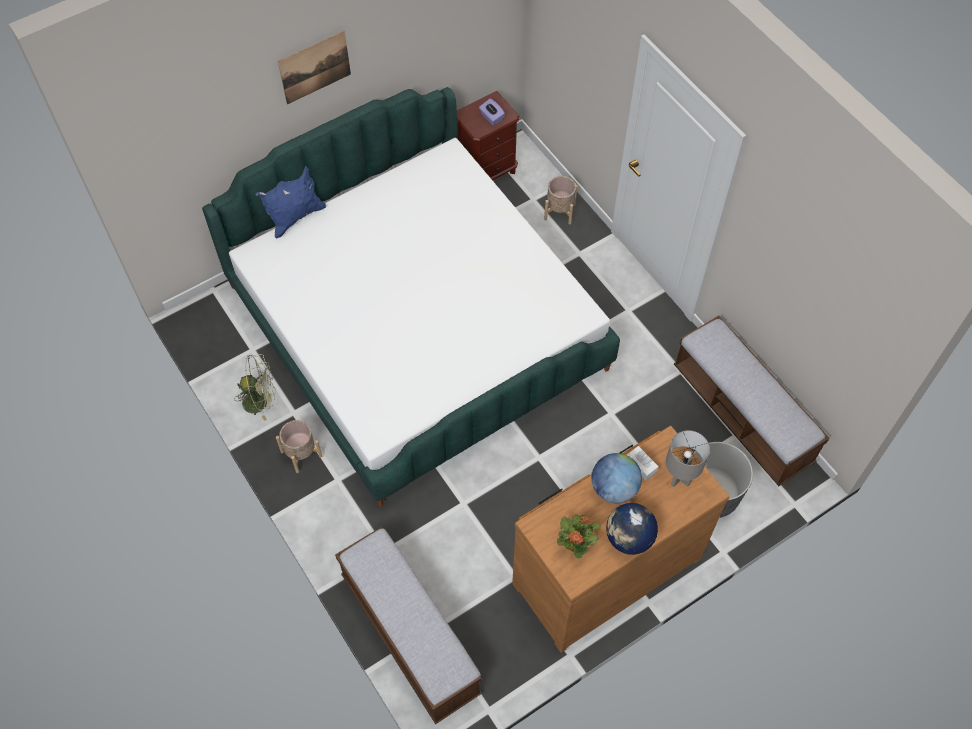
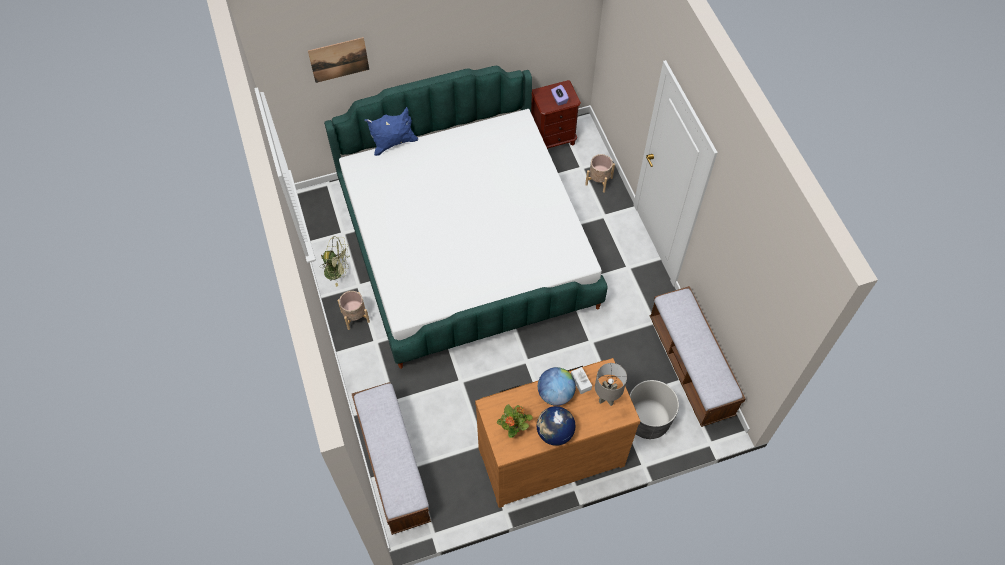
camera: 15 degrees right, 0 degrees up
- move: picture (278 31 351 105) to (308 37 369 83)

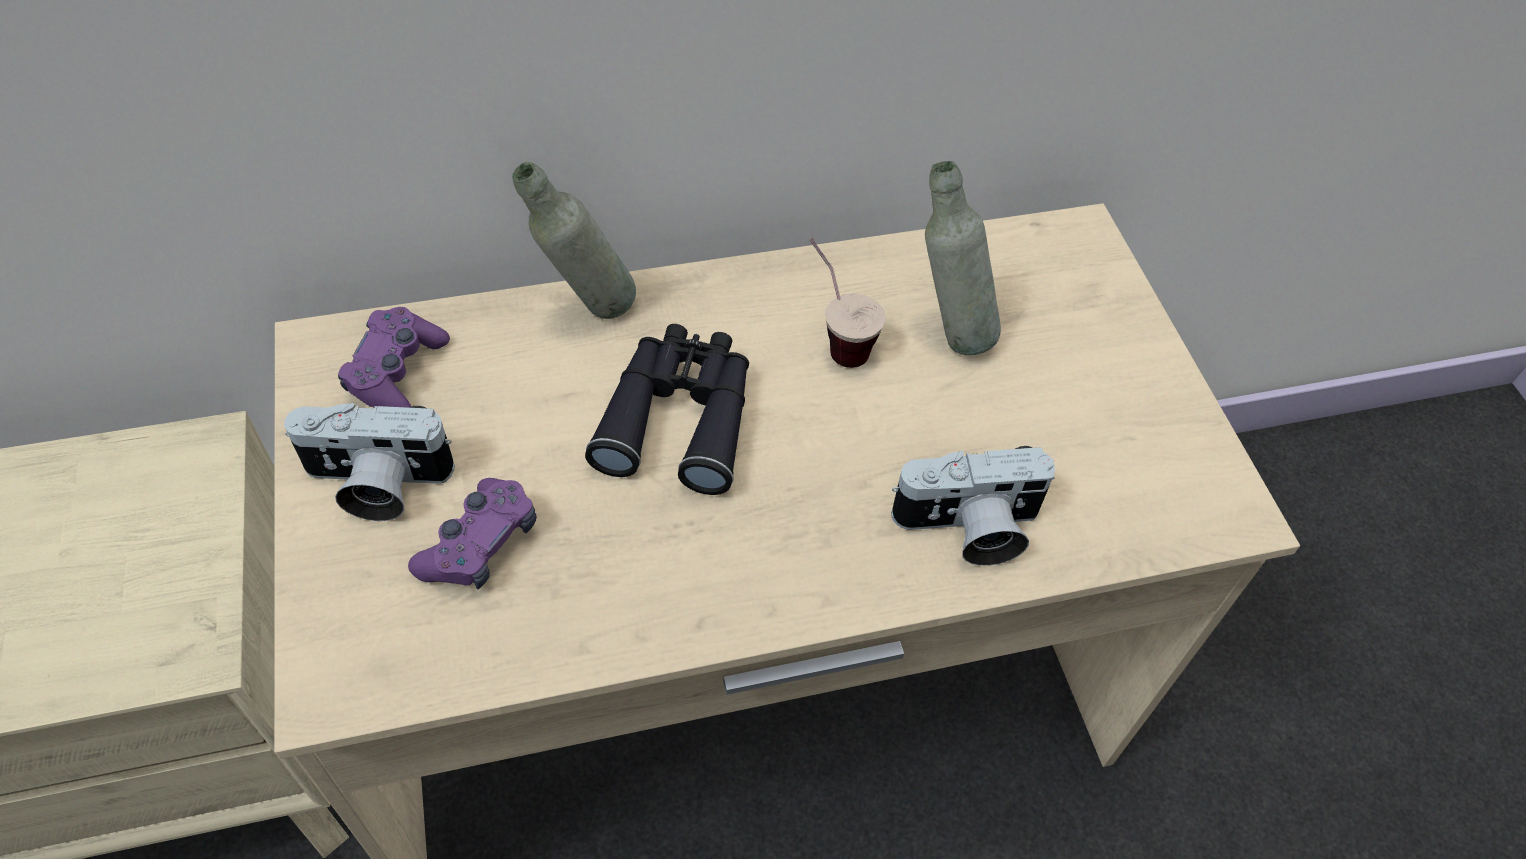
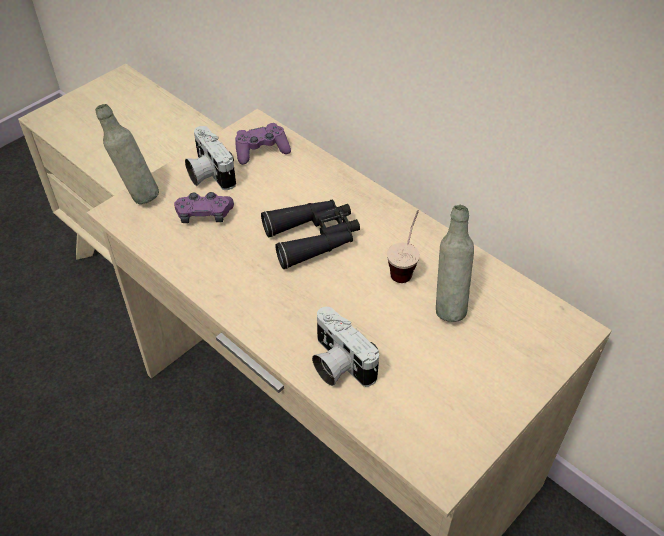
camera: 60 degrees right, 5 degrees down
- move: drink bottle/gray (512 162 636 319) to (95 104 159 204)

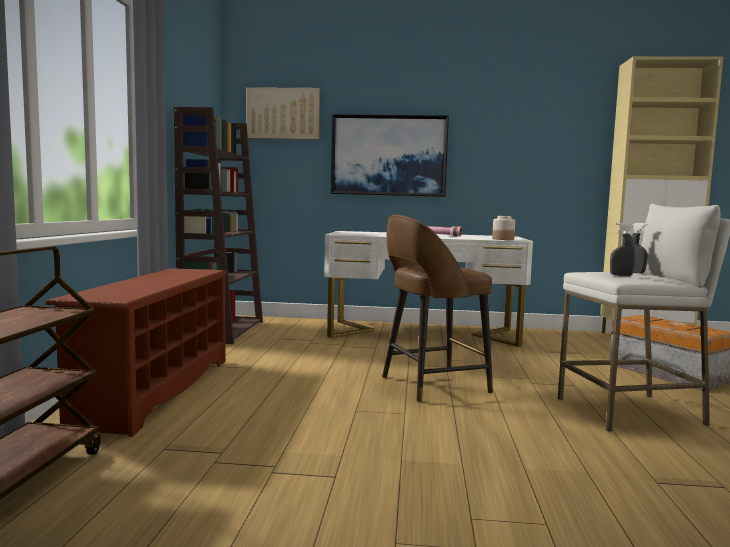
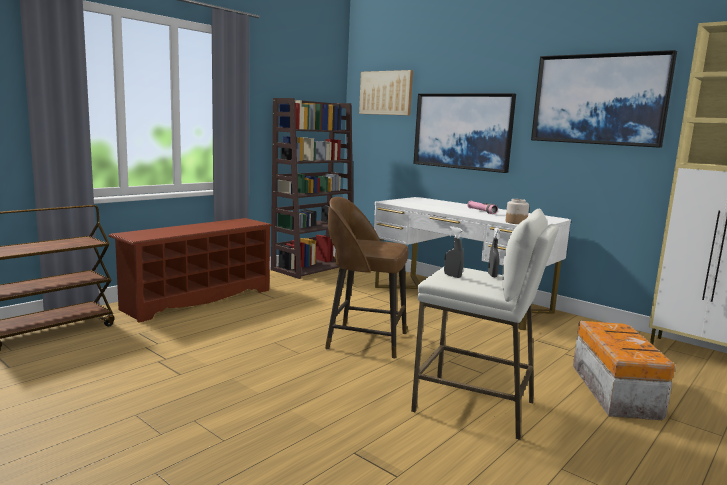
camera: 35 degrees right, 5 degrees up
- insert: picture (531 50 677 148)

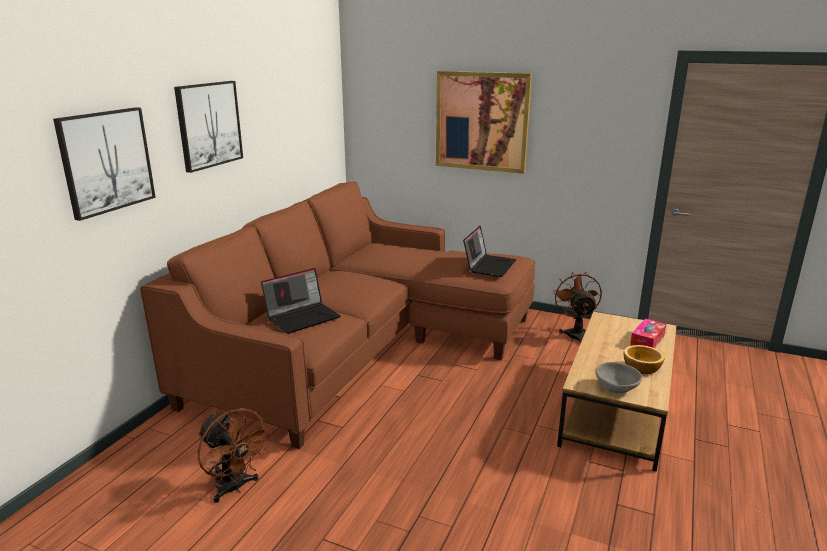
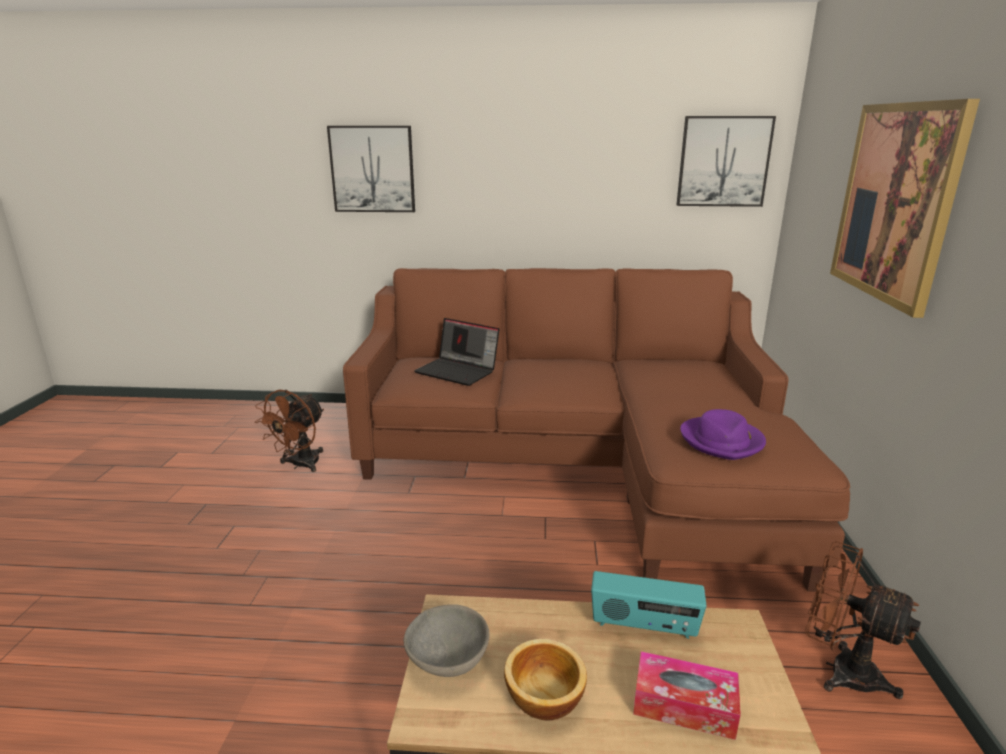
camera: 70 degrees right, 0 degrees up
- insert: radio set (591 571 706 639)
- move: picture (174 81 243 173) to (677 116 776 207)
- replace: laptop (463 226 516 277) to wearable hat/purple (680 409 766 460)
- rotate: electric fan/brown-coloured (553 272 602 342) = (805 541 921 699) 120 degrees counterclockwise

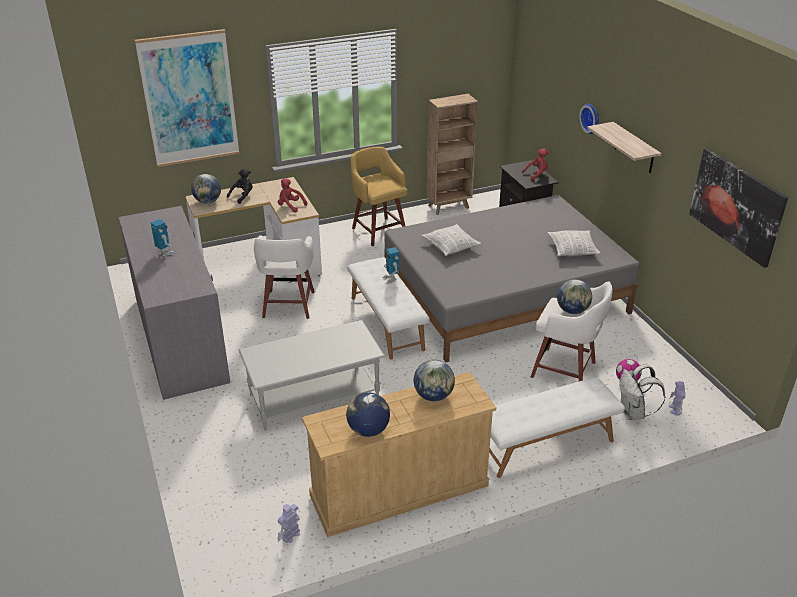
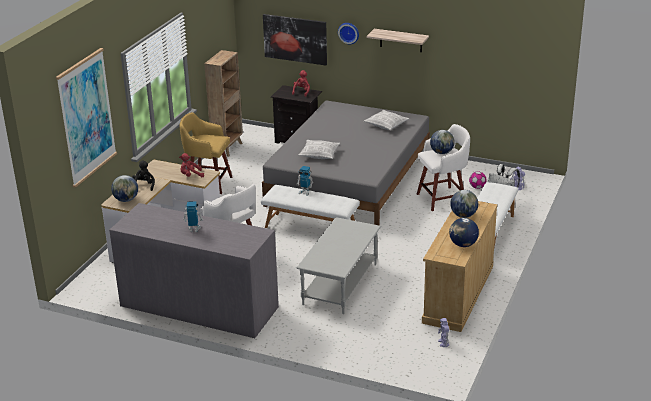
camera: 45 degrees left, 5 degrees down
- move: picture (689 149 788 268) to (263 14 327 65)

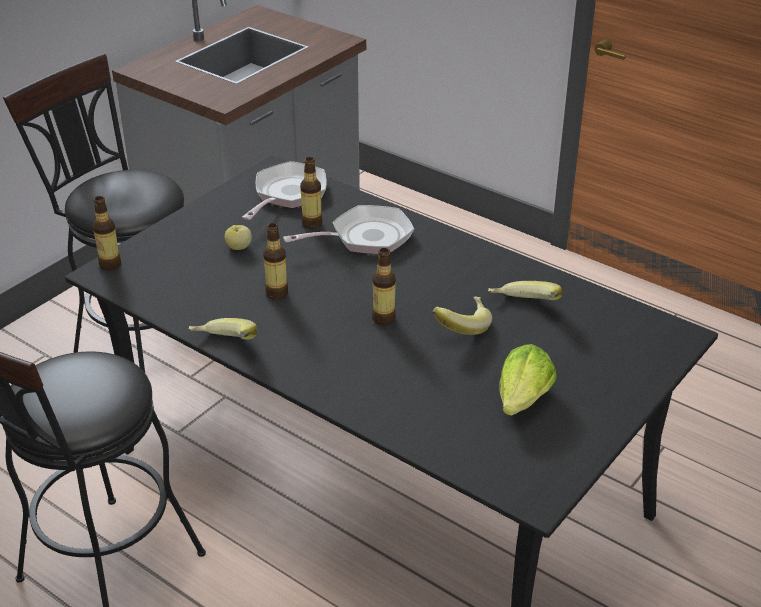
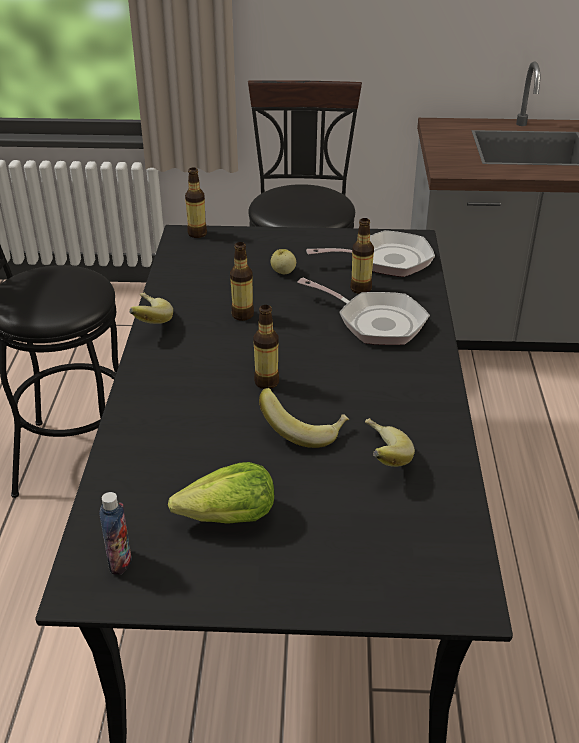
camera: 55 degrees right, 0 degrees up
- insert: drink bottle (99 492 131 575)

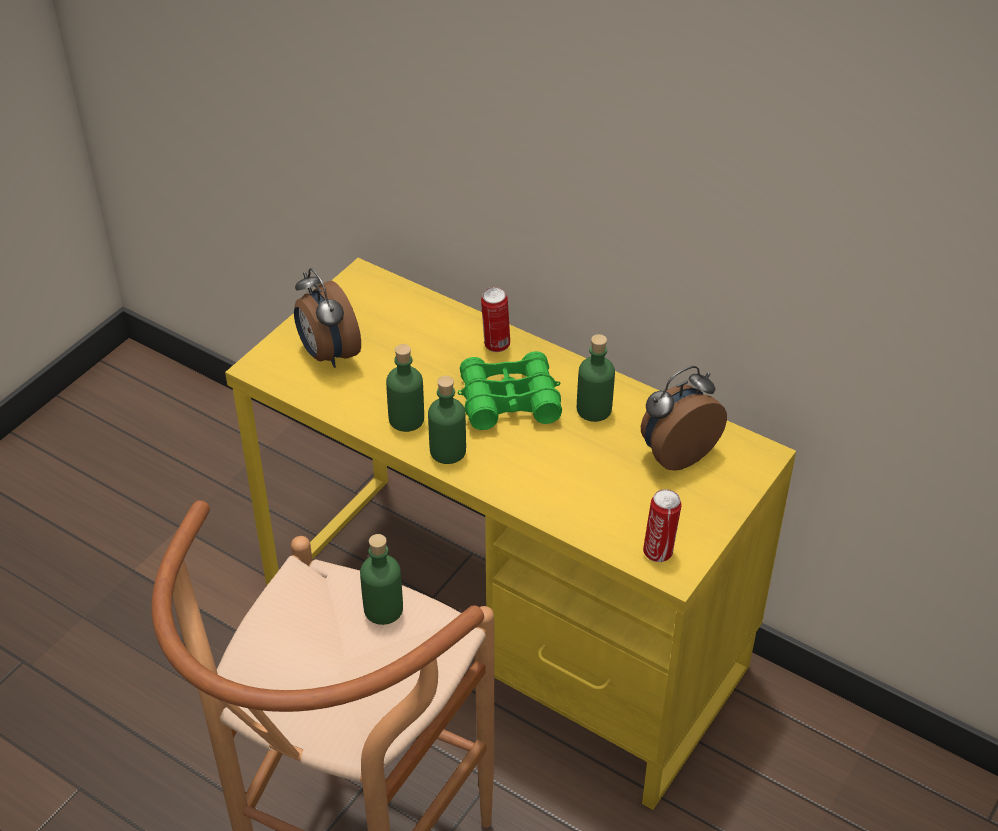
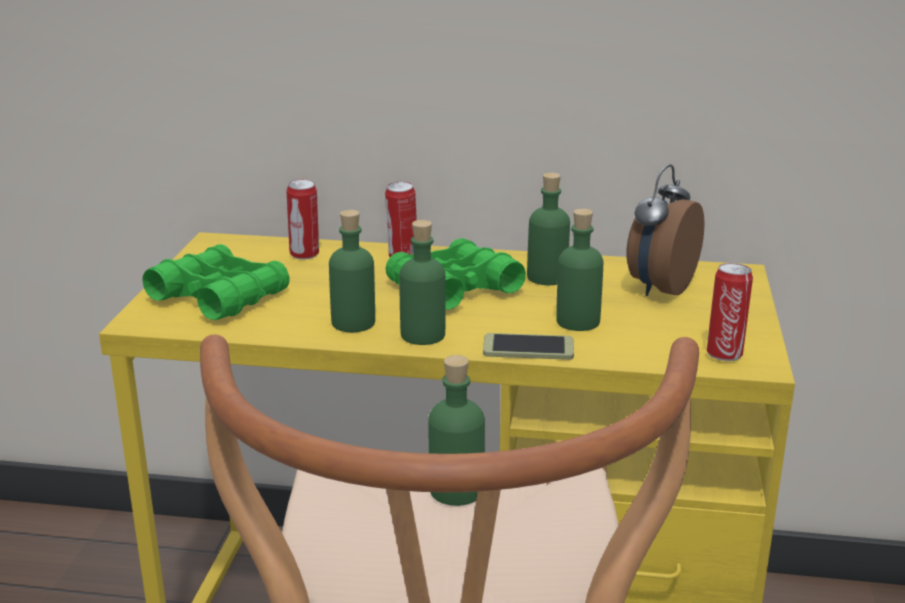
camera: 25 degrees left, 20 degrees down
- replace: bedside clock (294 268 361 368) to field glasses/greenish (142 244 290 320)
- insert: can (286 179 319 260)
- insert: telephone (483 333 574 360)
- insert: drink bottle/greenish (556 209 603 331)

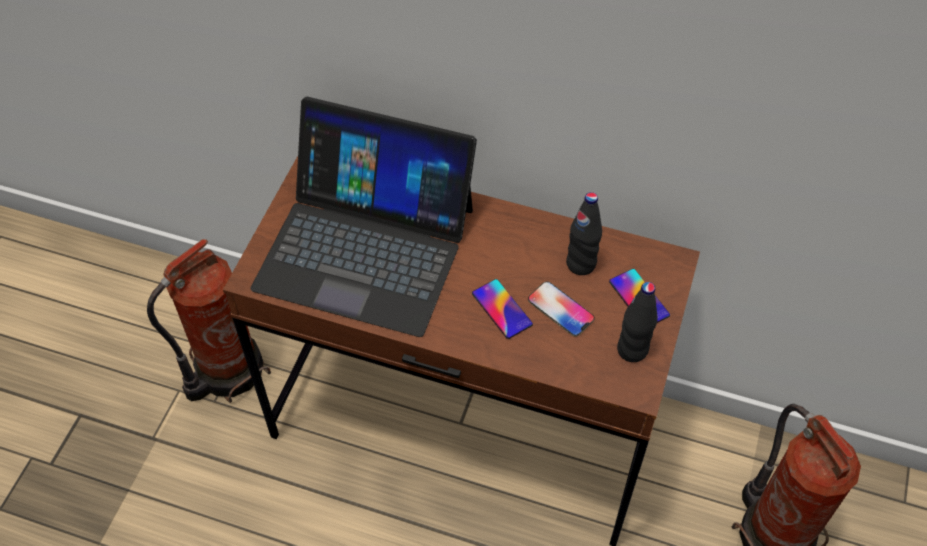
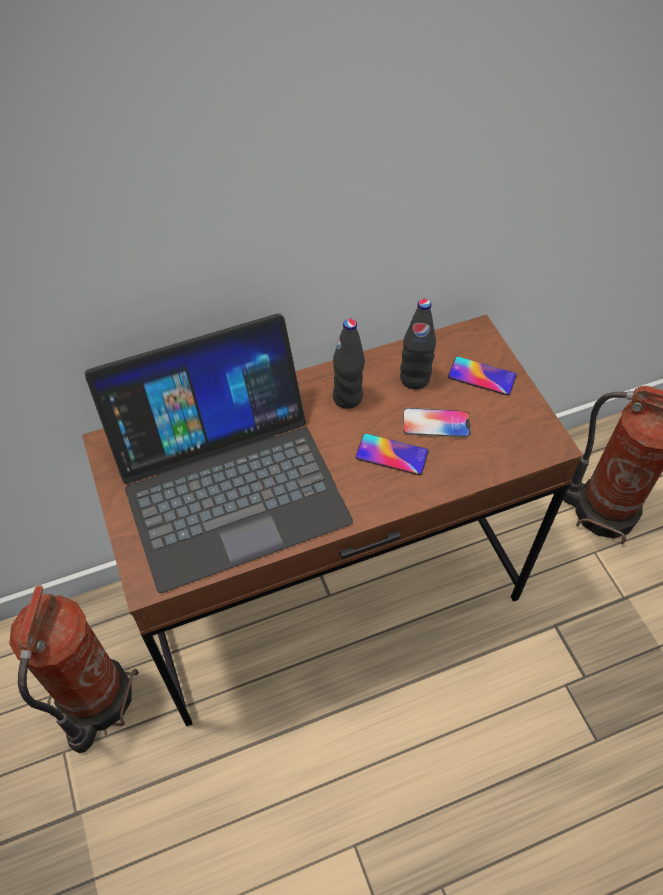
camera: 40 degrees left, 0 degrees up
- move: drink bottle/black (617 282 658 362) to (333 319 365 409)

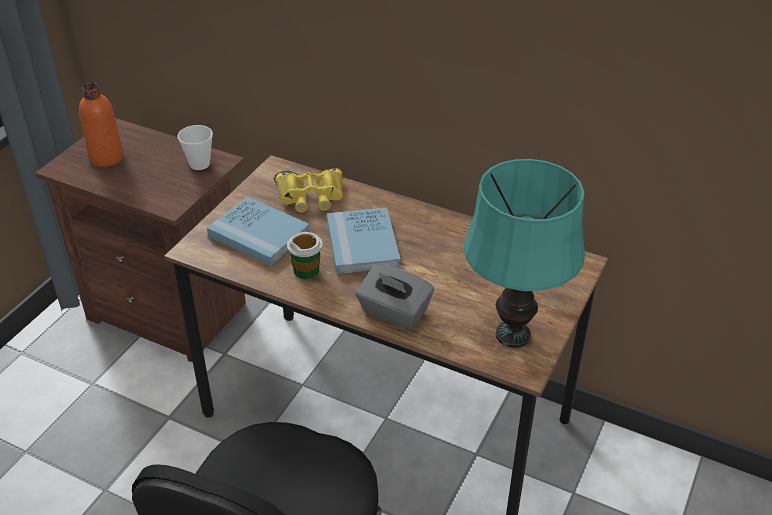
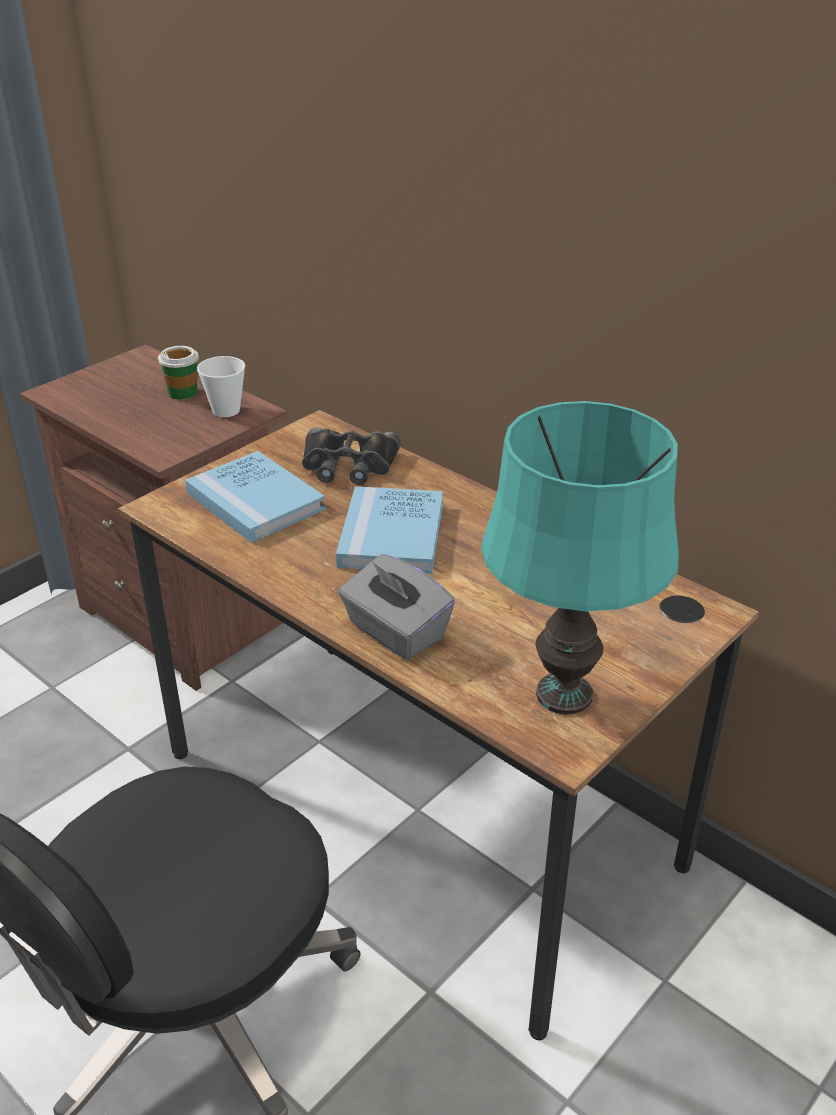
camera: 15 degrees right, 5 degrees down
- move: cup (287 232 323 279) to (158 346 199 400)
- recolor: field glasses/yellow (276 168 343 212) to field glasses/black (302 427 401 485)
- delete: drink bottle/orangey (79 83 124 167)

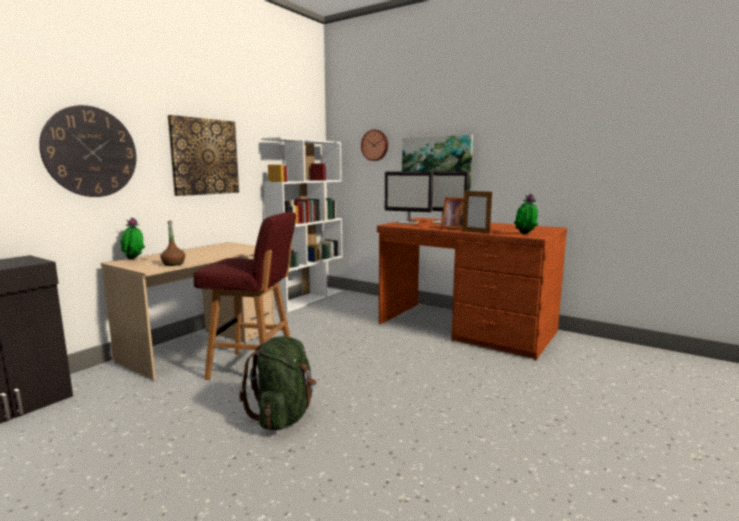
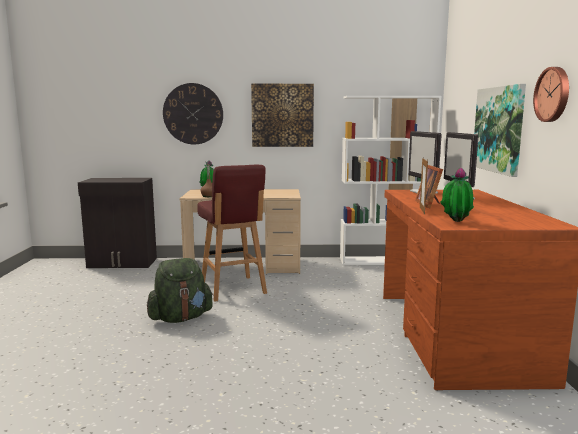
camera: 55 degrees right, 0 degrees up
- move: wall clock (361 130 388 161) to (533 67 569 122)

